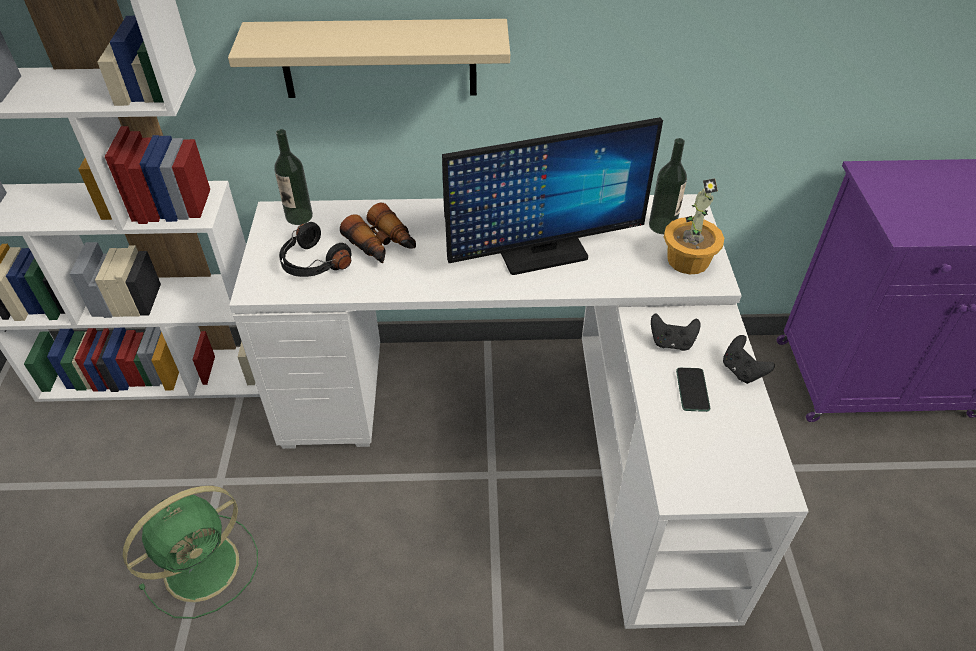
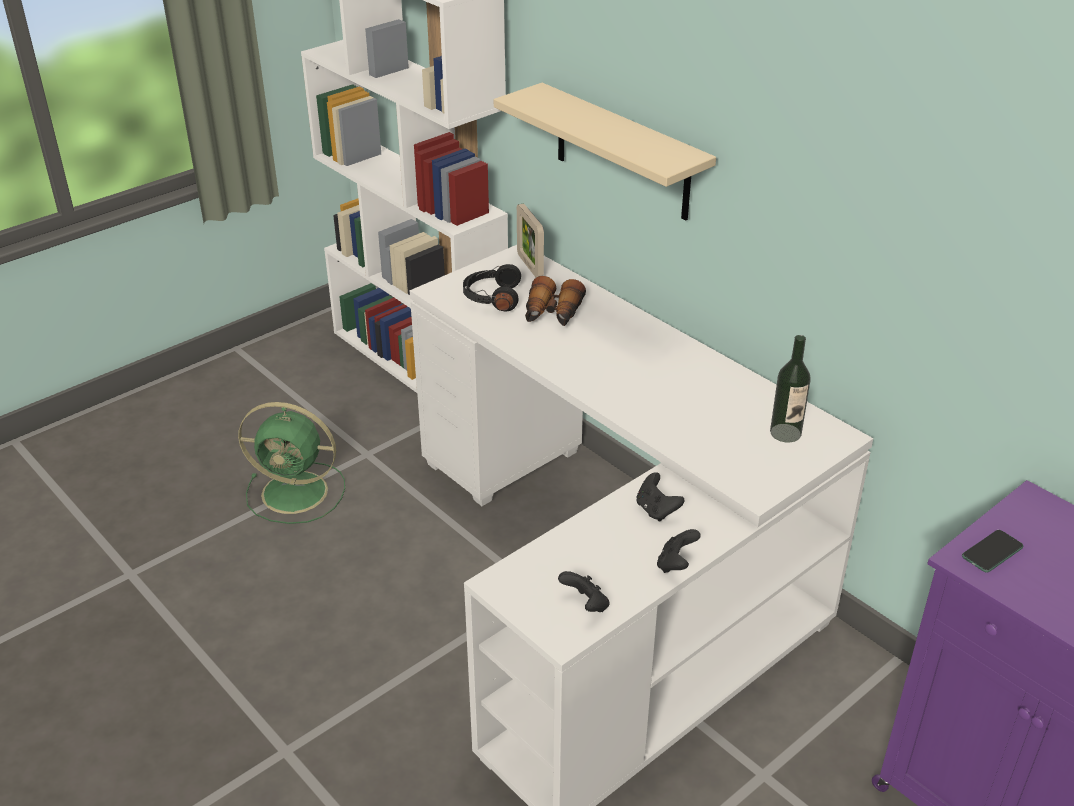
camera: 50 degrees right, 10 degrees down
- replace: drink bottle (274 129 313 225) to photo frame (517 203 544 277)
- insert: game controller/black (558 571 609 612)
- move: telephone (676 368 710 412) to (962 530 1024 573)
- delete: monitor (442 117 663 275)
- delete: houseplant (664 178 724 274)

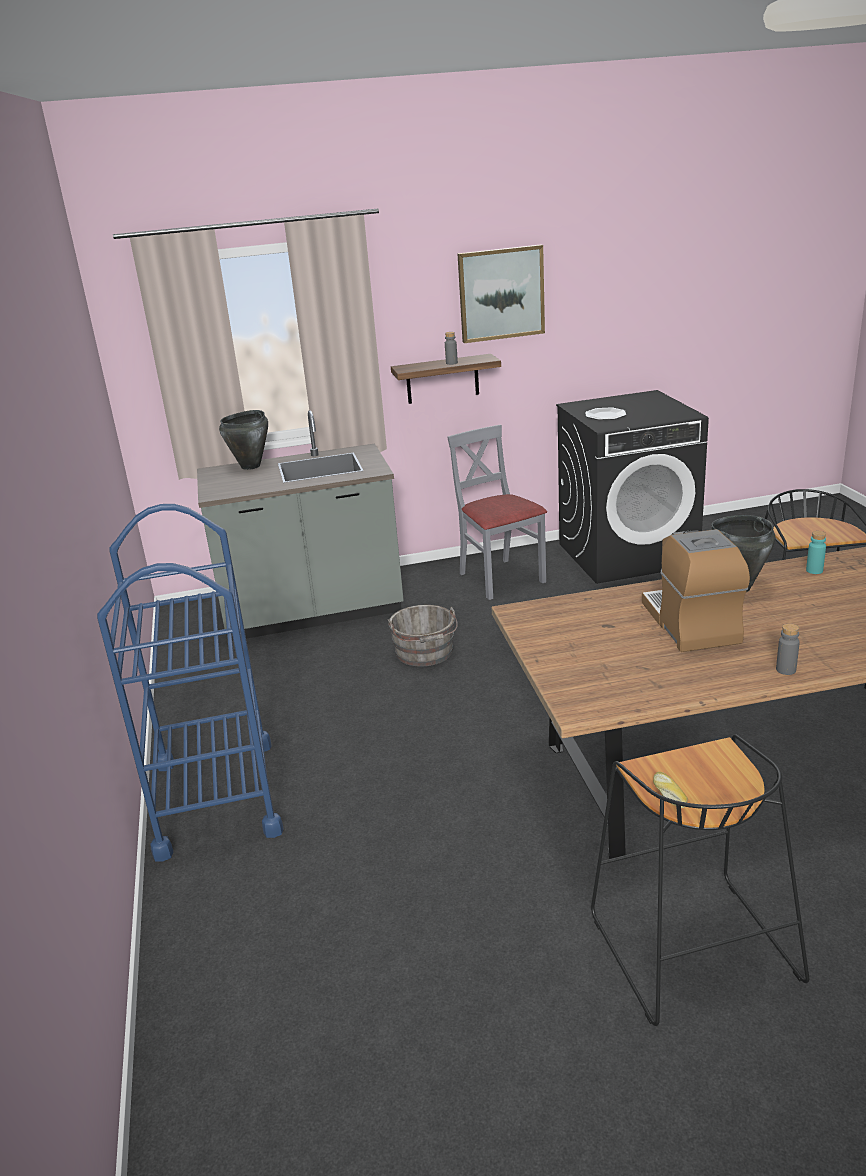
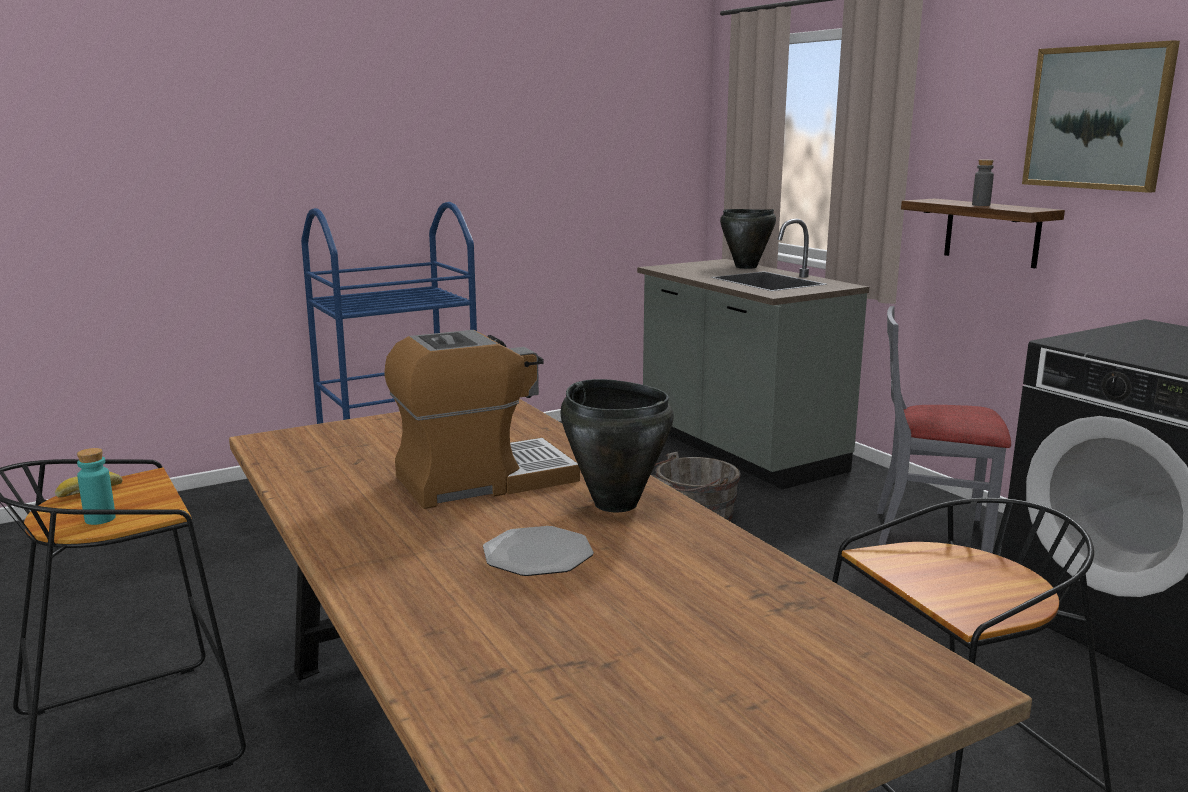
camera: 70 degrees right, 10 degrees down
- move: drink bottle/turquoise (806 531 826 574) to (77 448 116 525)
- move: plate (585 407 626 420) to (483 526 594 576)
- rotate: upright chair/gray (447 425 547 600) = (877 306 1011 553) 120 degrees counterclockwise
- delete: drink bottle/gray (776 623 800 675)

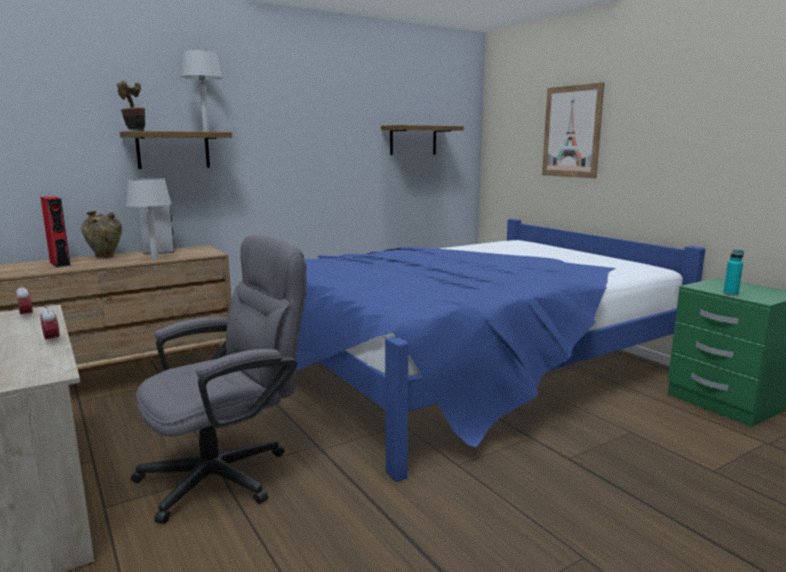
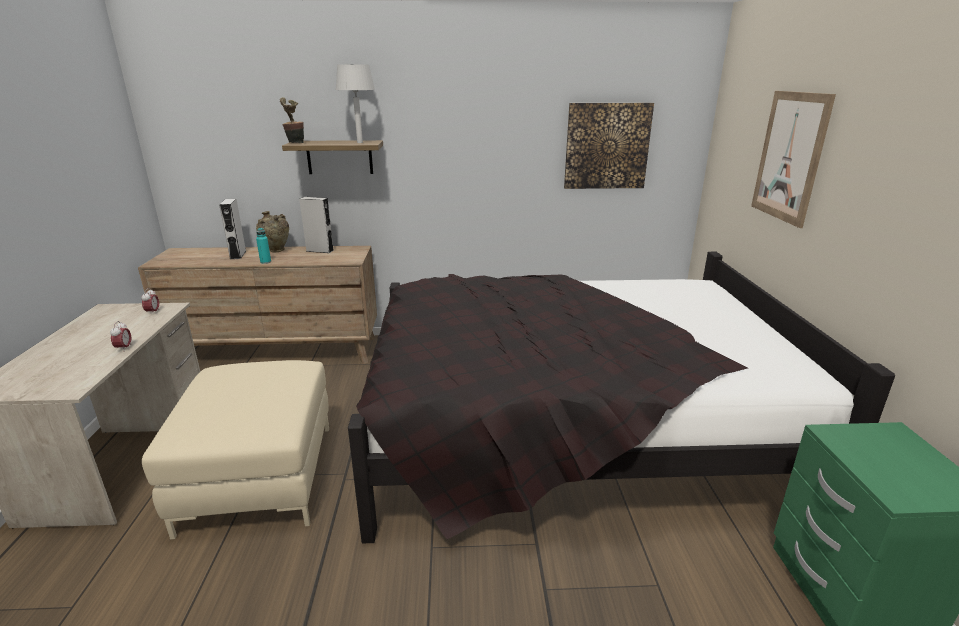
camera: 30 degrees right, 10 degrees up
- replace: computer chair/gray (131 234 306 524) to pouffe/beige (142 360 329 540)
- recolor: speaker/red (40 196 71 267) to speaker/gray (219 198 246 259)
- move: drink bottle/turquoise (723 250 744 295) to (256 228 271 264)
- recolor: bedroom bed/bluish (296 219 705 482) to bedroom bed/black (348 252 895 544)
- replace: bracket shelf (381 125 464 155) to picture (564 103 654 189)
- delete: lamp for a table/gray (126 178 172 260)

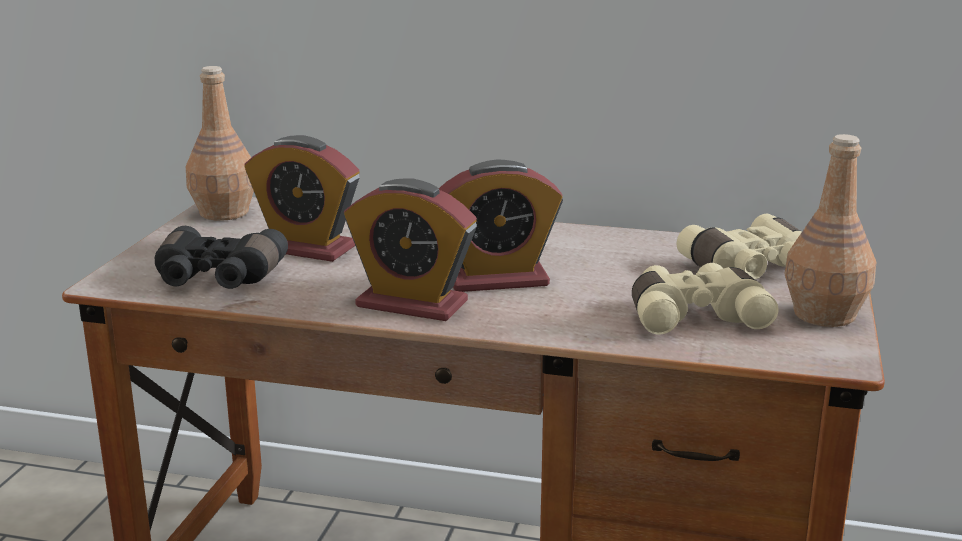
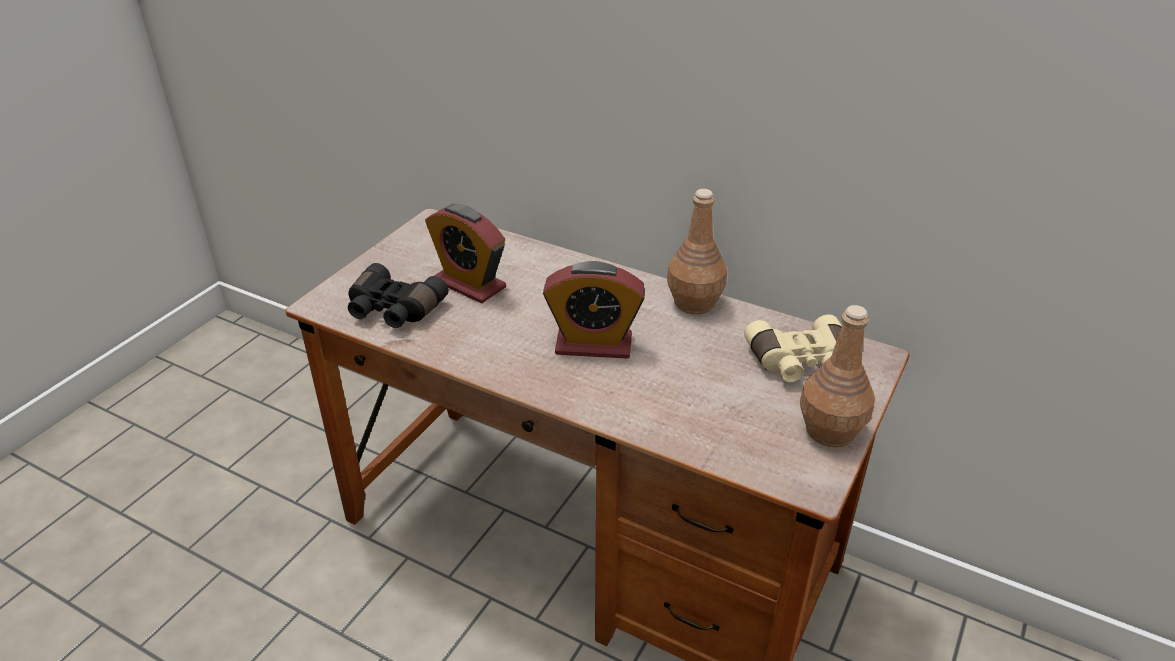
camera: 15 degrees right, 15 degrees up
- move: drink bottle/brown-coloured (186 66 254 221) to (667 189 727 314)
- delete: bedside clock (344 178 477 321)
- delete: field glasses/beige (632 263 778 335)

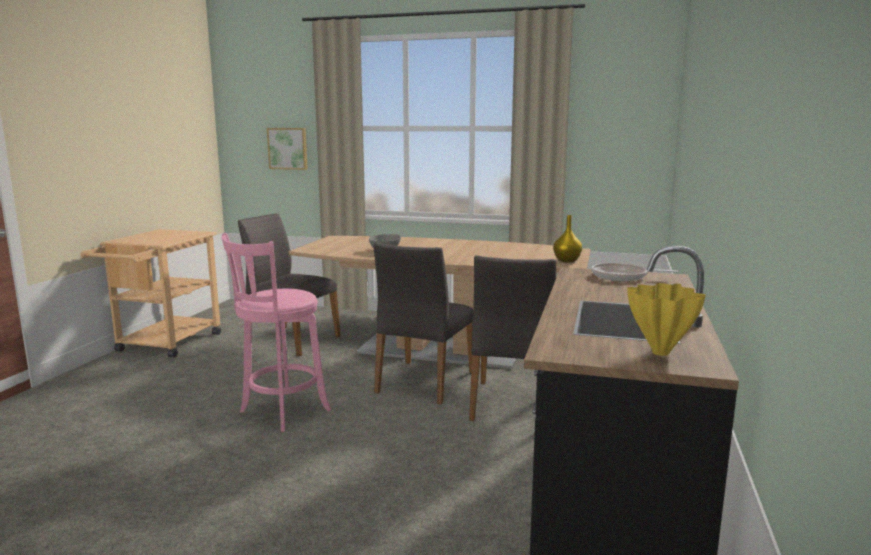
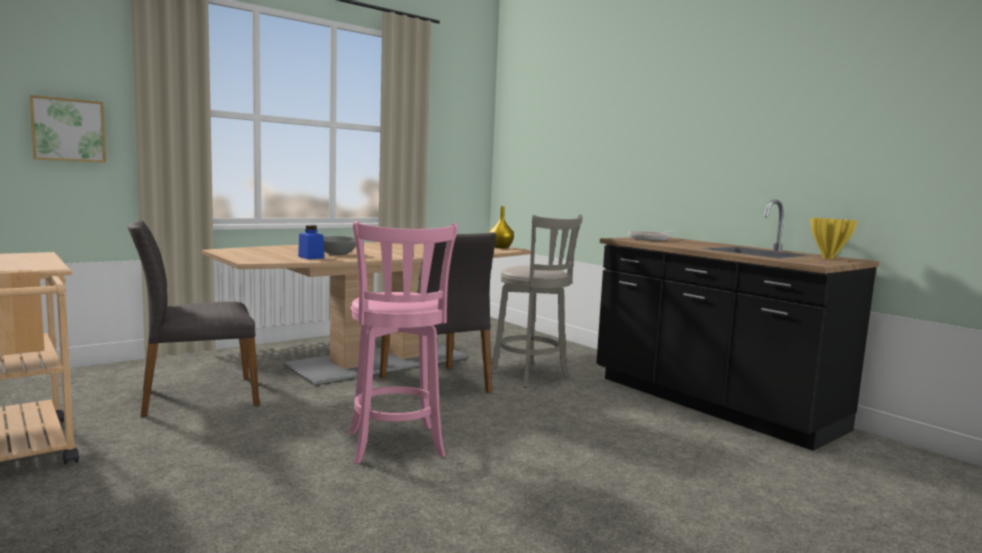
camera: 55 degrees left, 5 degrees down
- insert: storage jar/bluish (298 225 324 259)
- replace: upright chair/gray (469 255 556 421) to sitting stool/gray (491 215 583 388)

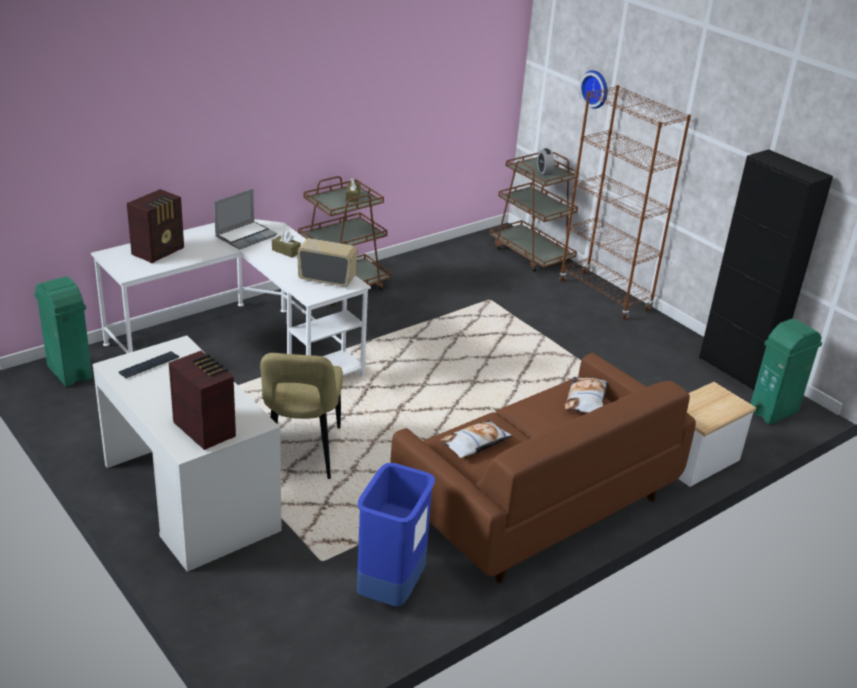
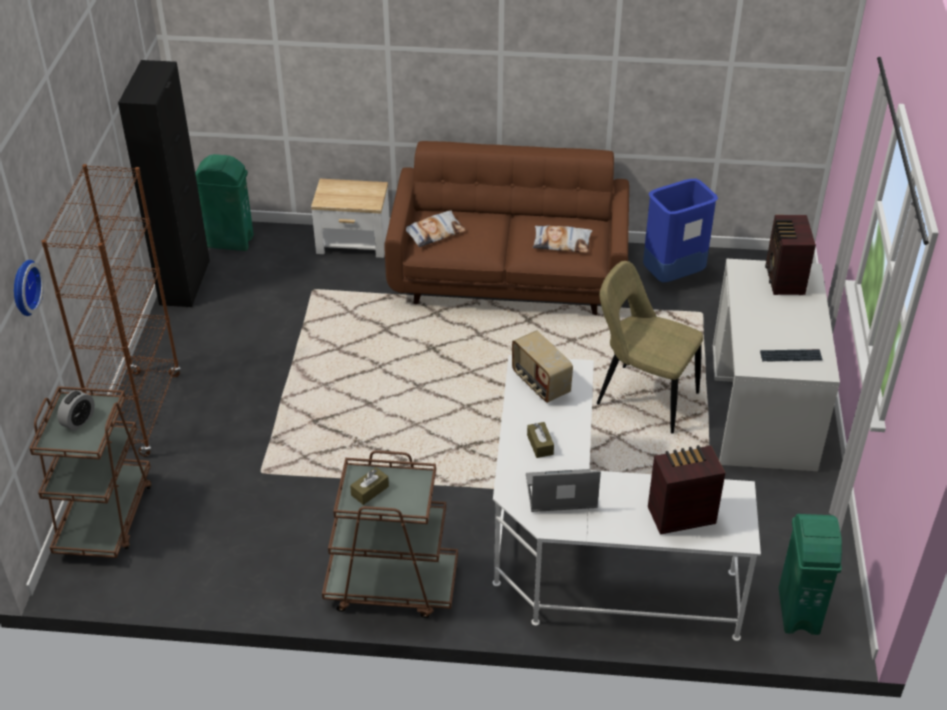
camera: 135 degrees left, 10 degrees up
- rotate: upright chair/beige (260 353 343 479) = (597 261 703 434) 105 degrees counterclockwise

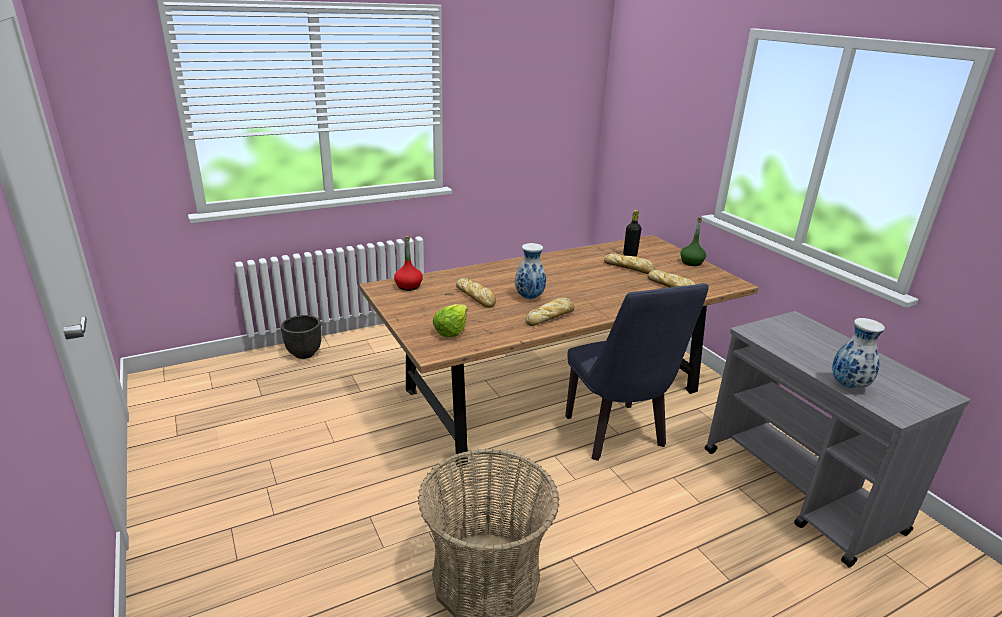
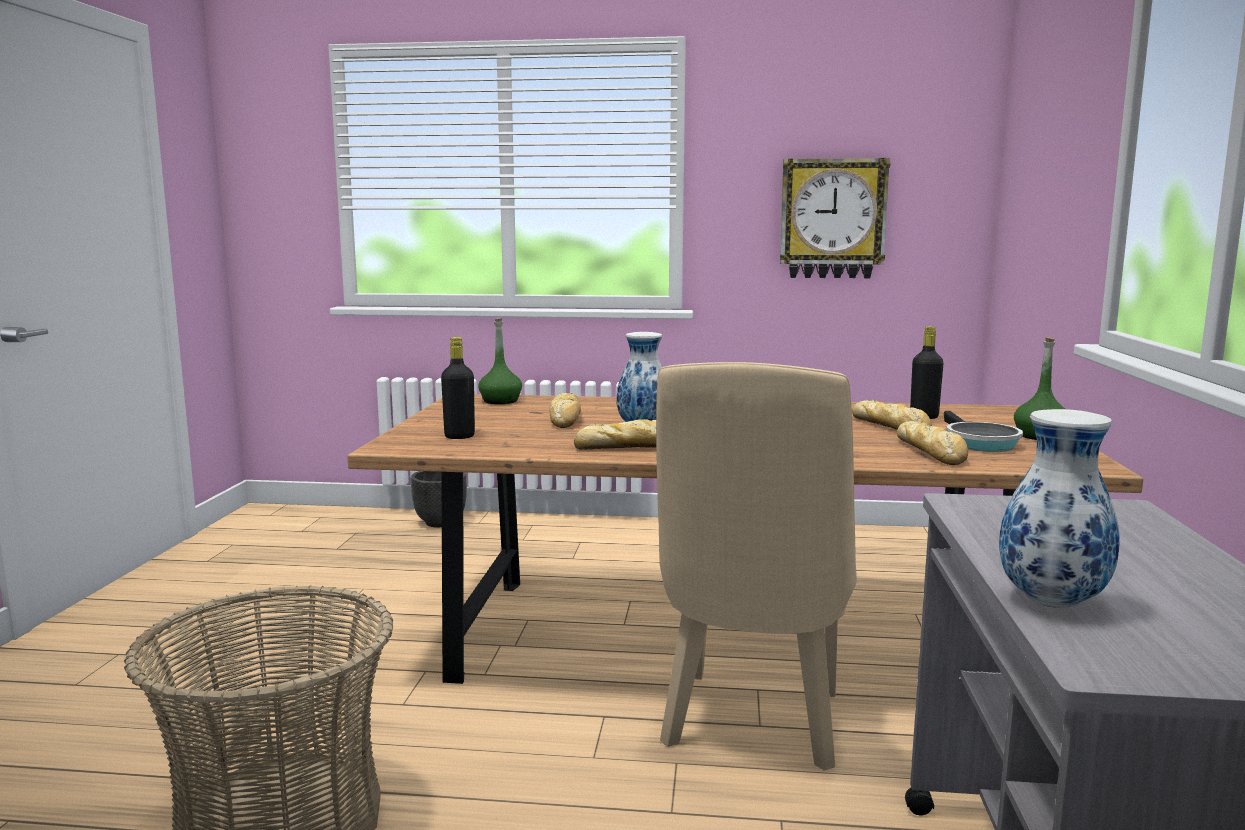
camera: 35 degrees right, 15 degrees down
- replace: head of lettuce (433 304 468 337) to drink bottle/black (441 337 475 439)
- recolor: drink bottle/red (394 235 423 291) to drink bottle/greenish (478 318 522 404)
- recolor: upright chair/bluish (565 283 709 461) to upright chair/beige (656 362 857 770)
- insert: wall clock (780 158 890 278)
- insert: skillet (944 411 1023 452)

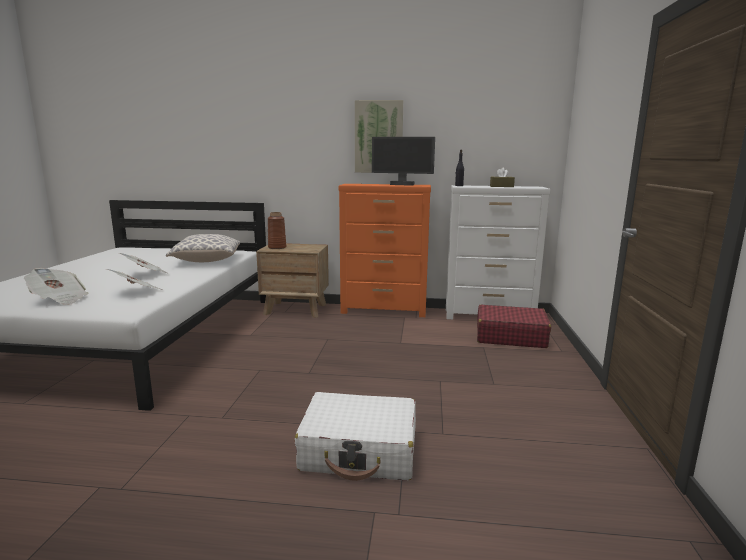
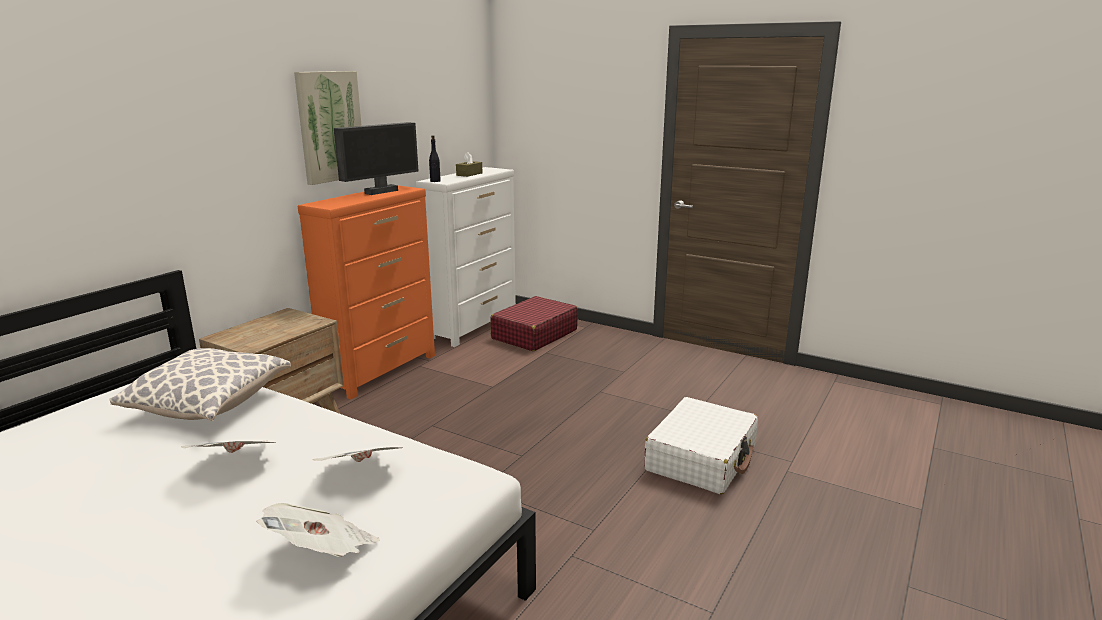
camera: 65 degrees left, 5 degrees up
- delete: flower vase/brown-coloured (268 212 286 249)

